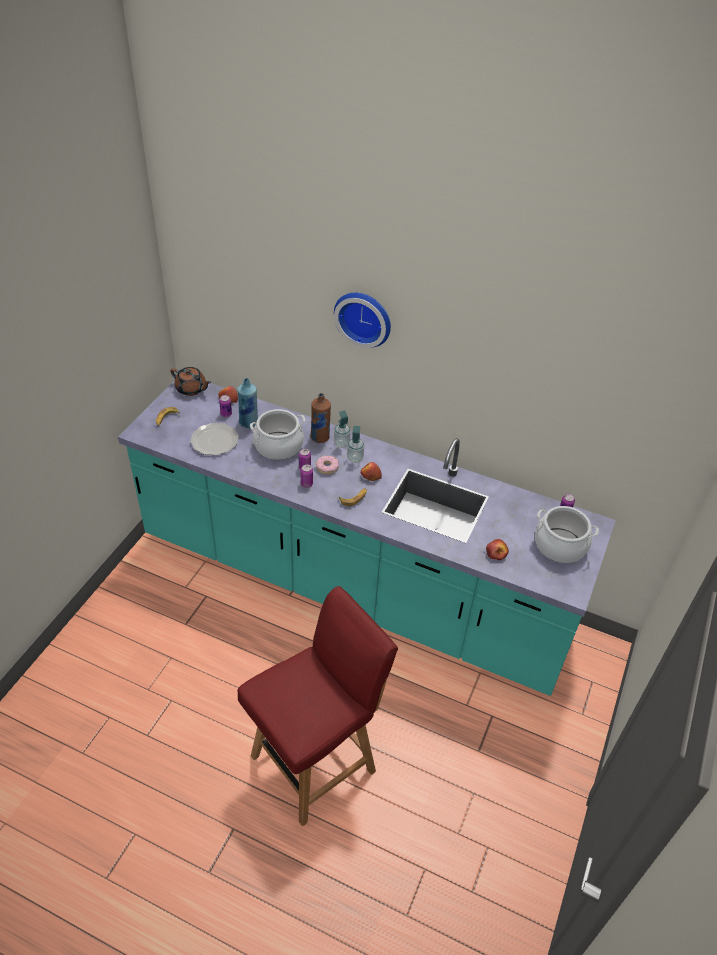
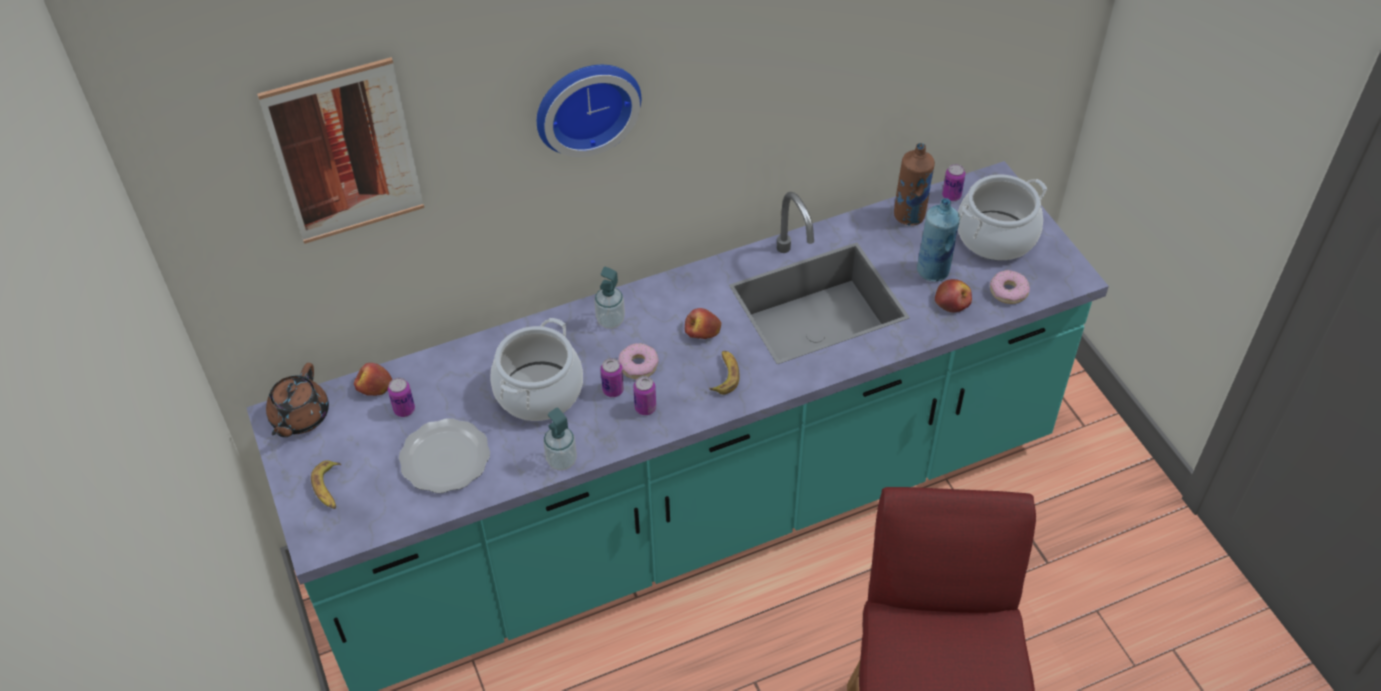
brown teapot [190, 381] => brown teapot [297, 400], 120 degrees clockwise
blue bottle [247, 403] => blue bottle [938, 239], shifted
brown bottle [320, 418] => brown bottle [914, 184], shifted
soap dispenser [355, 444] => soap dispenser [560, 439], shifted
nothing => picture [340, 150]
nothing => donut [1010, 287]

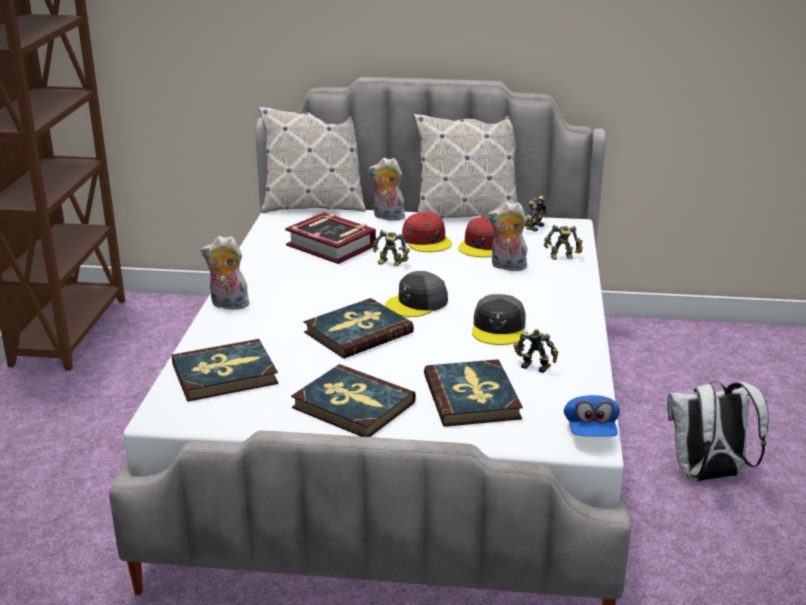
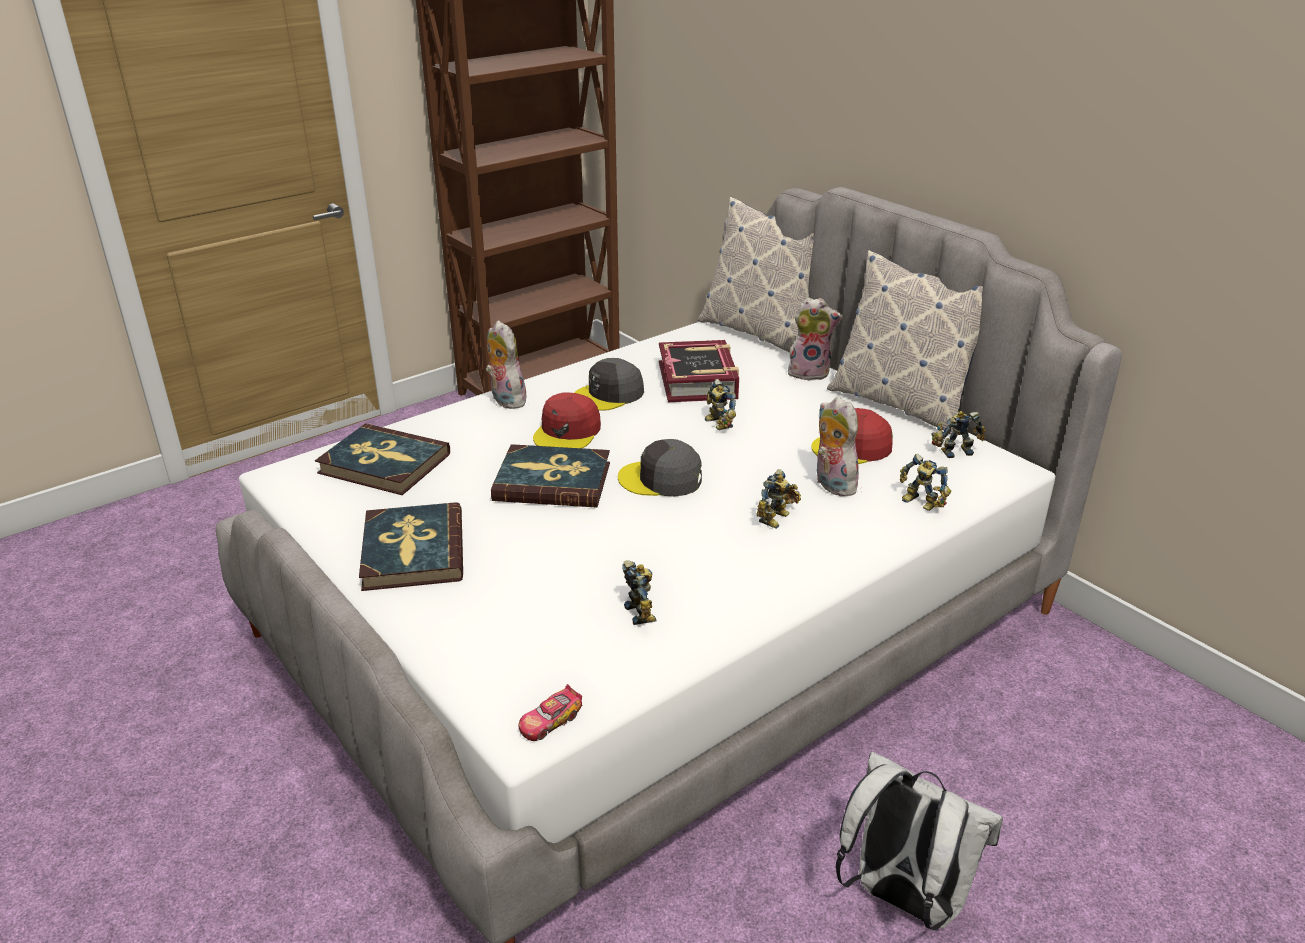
plush toy [386, 189] => plush toy [815, 339], 120 degrees clockwise
red cap [427, 232] => red cap [567, 420], shifted
grey cap [499, 319] => grey cap [609, 384], shifted
book [473, 393] => nothing
blue cap [592, 416] => toy car [550, 712]
nothing => toy robot [779, 499]

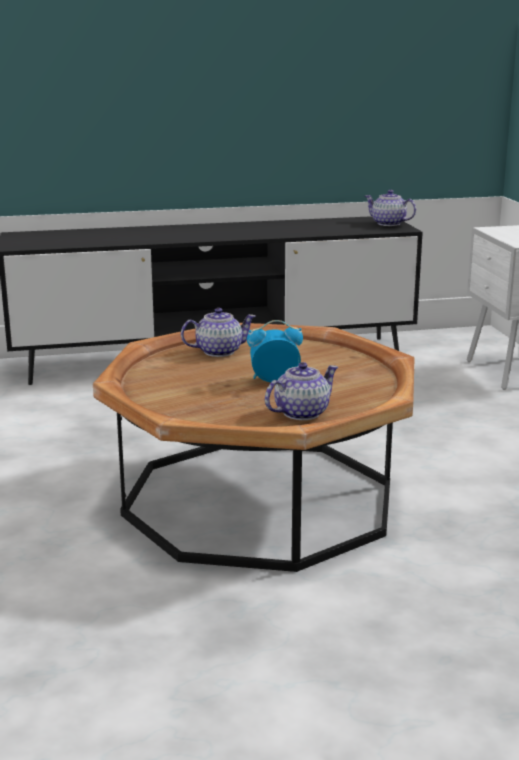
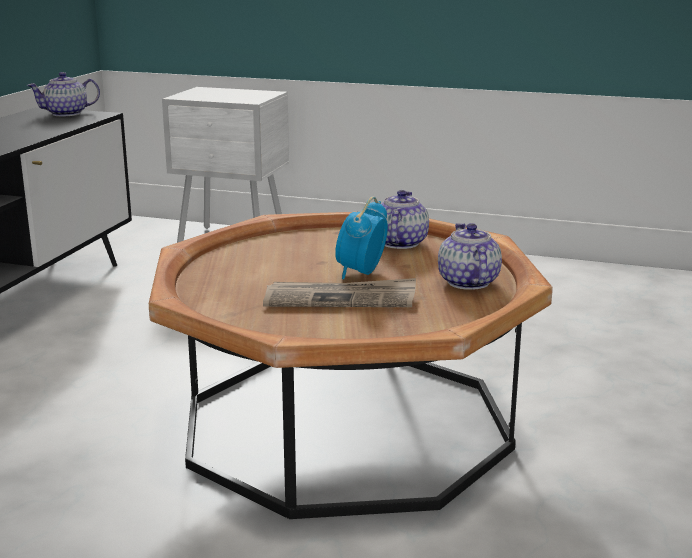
teapot [218, 332] => teapot [405, 219], shifted
nothing => newspaper [339, 292]

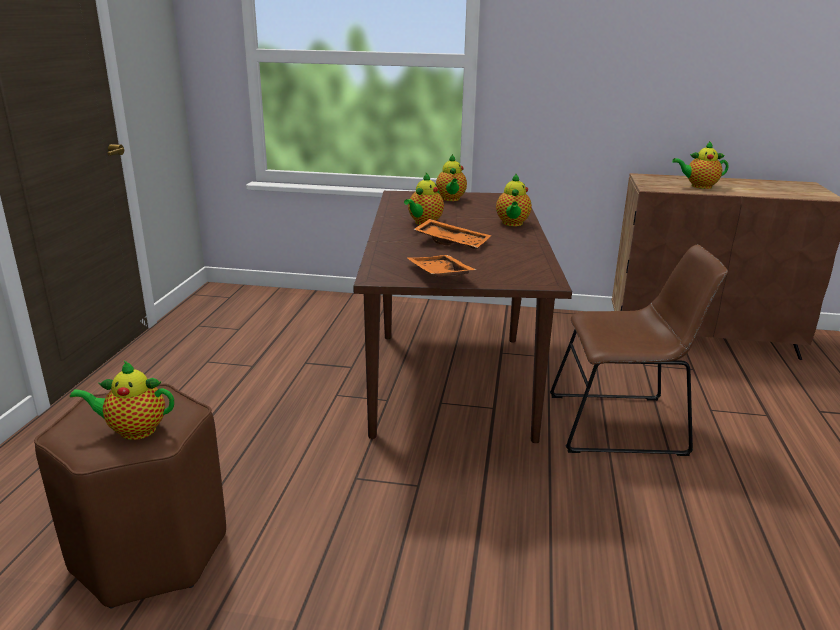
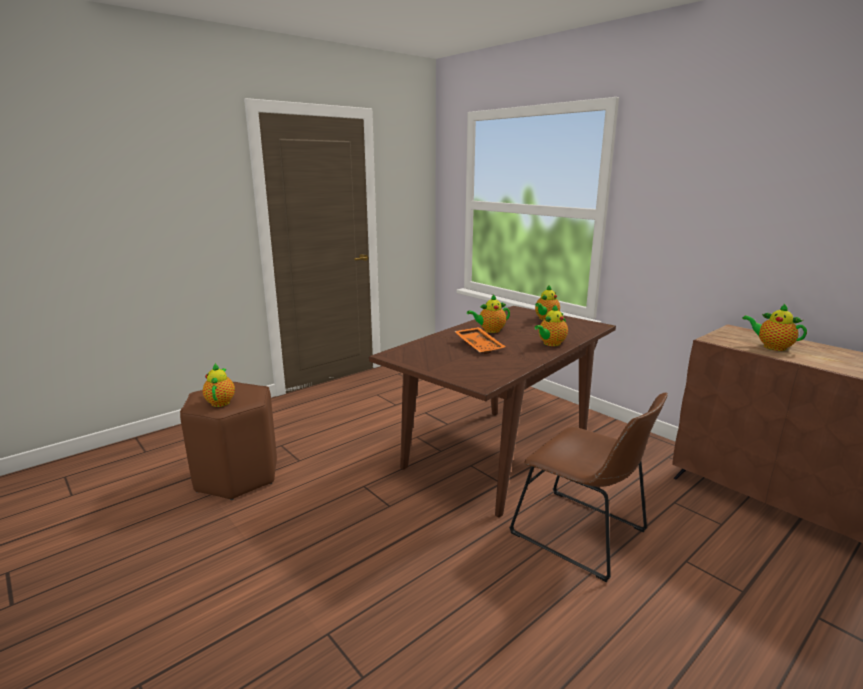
orange tray [441, 266] => nothing
teapot [122, 400] => teapot [219, 385], 45 degrees clockwise

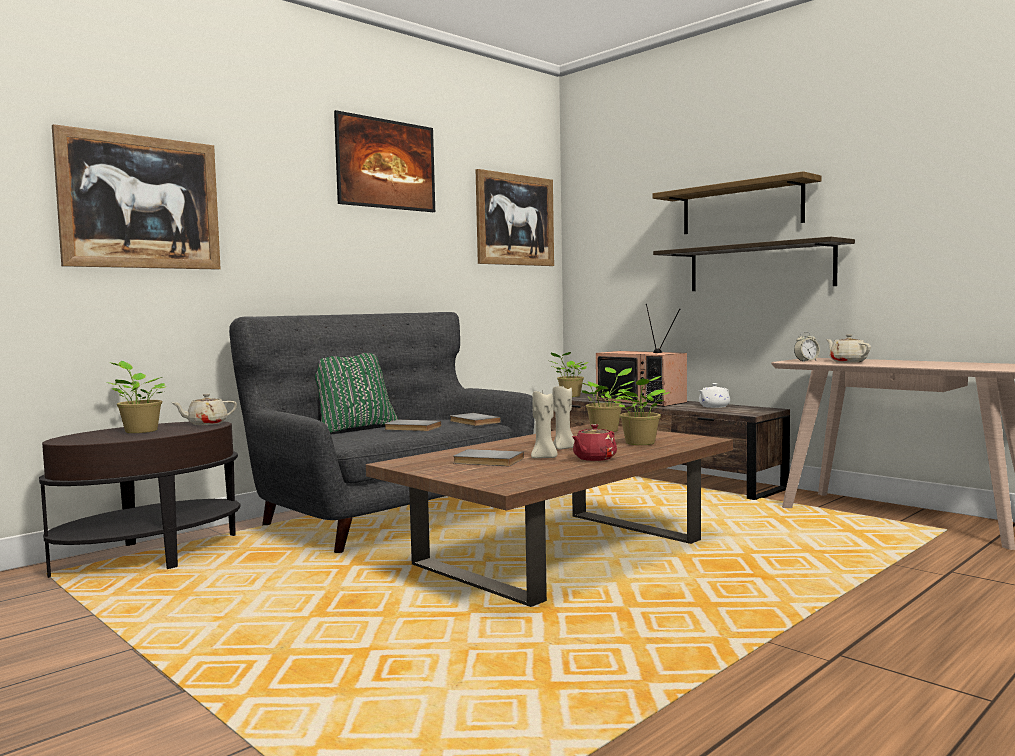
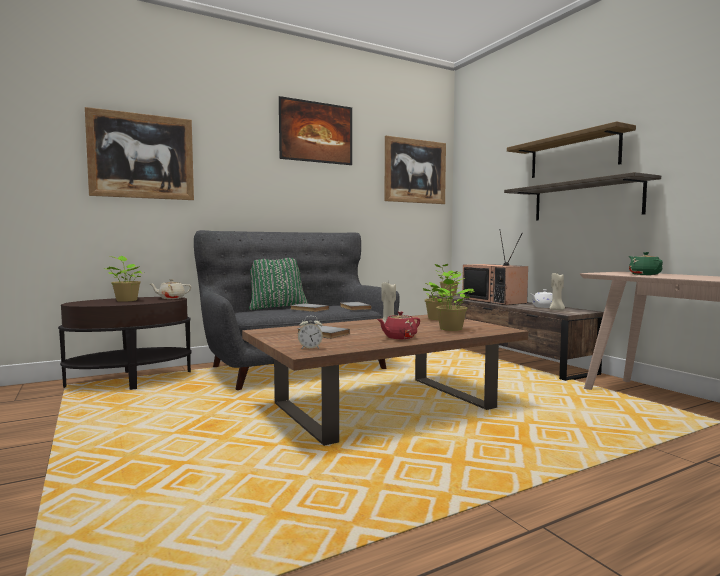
alarm clock [807, 346] => alarm clock [310, 332], shifted
beige teapot [848, 348] => green teapot [646, 263]
beige candle [544, 424] => beige candle [557, 291], shifted

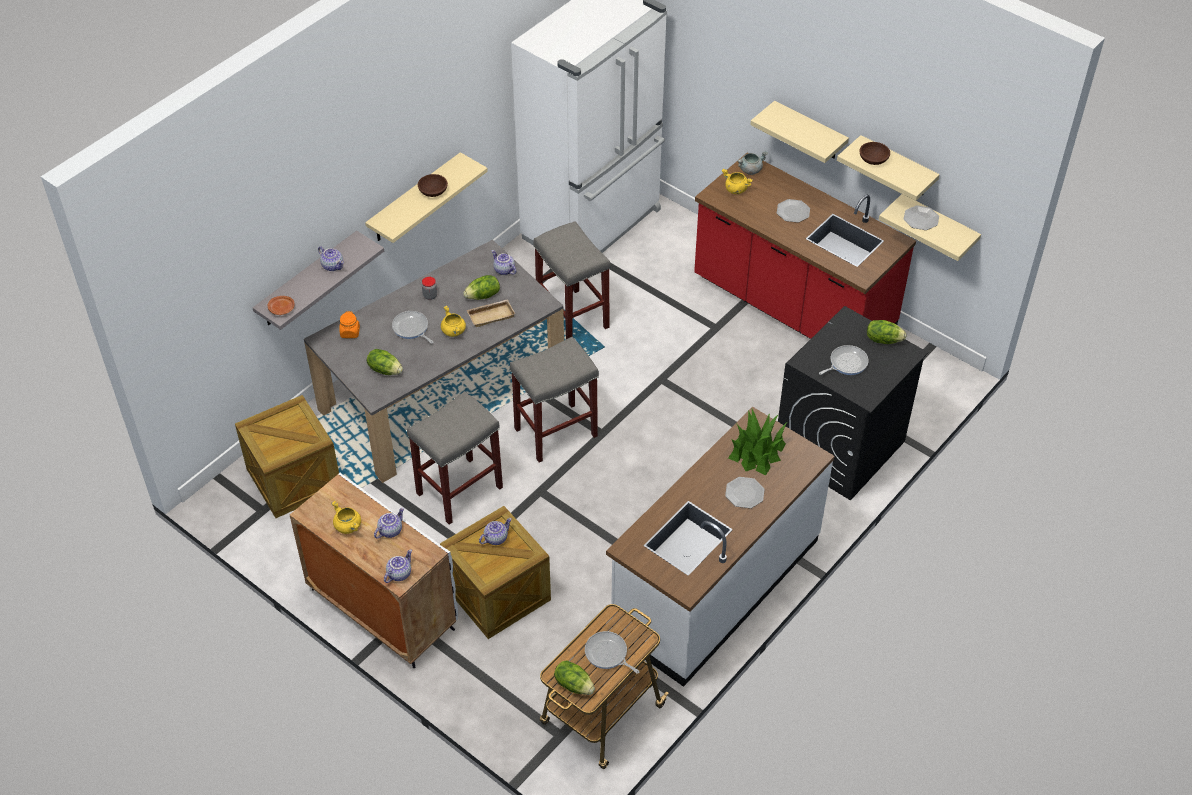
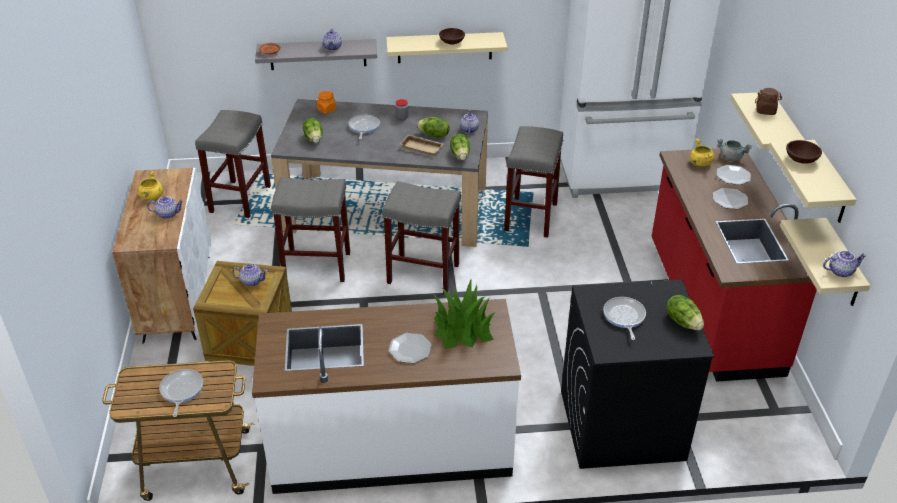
plate [921, 217] => plate [733, 175], shifted
yellow cooking pot [453, 321] => nothing
frying pan [843, 360] => frying pan [624, 318], 105 degrees counterclockwise
crate [287, 456] => grey stool [233, 164]
teapot [398, 566] => teapot [845, 263], shifted
lettuce [574, 677] => lettuce [460, 147], shifted
nothing => brown jar [768, 101]

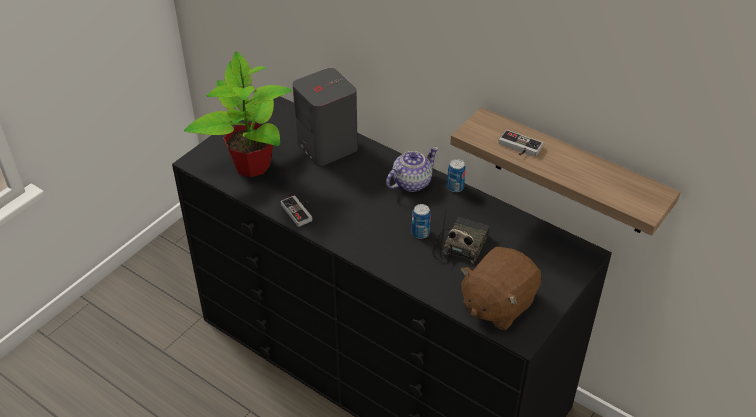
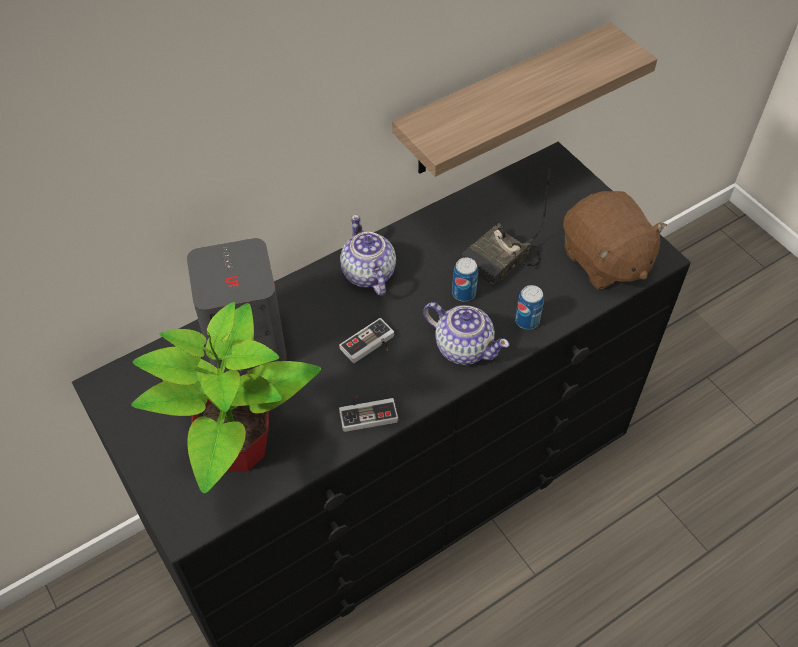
game controller [521, 143] => game controller [366, 340], shifted
can [456, 175] => can [529, 307], shifted
radio [461, 235] => radio [506, 226], 90 degrees counterclockwise
nothing => teapot [466, 333]

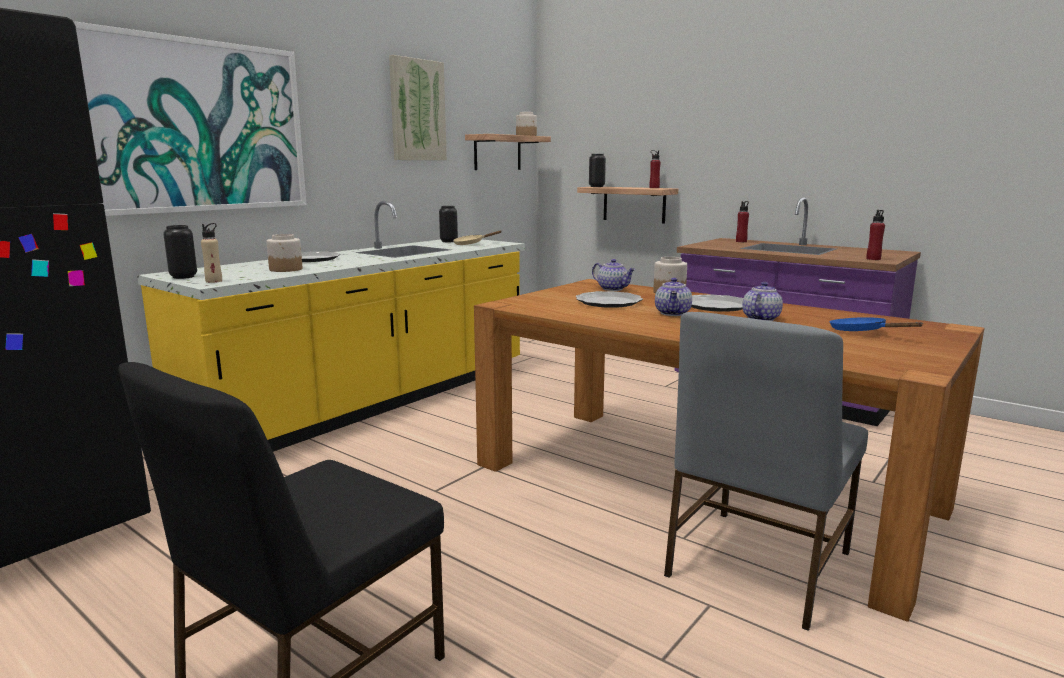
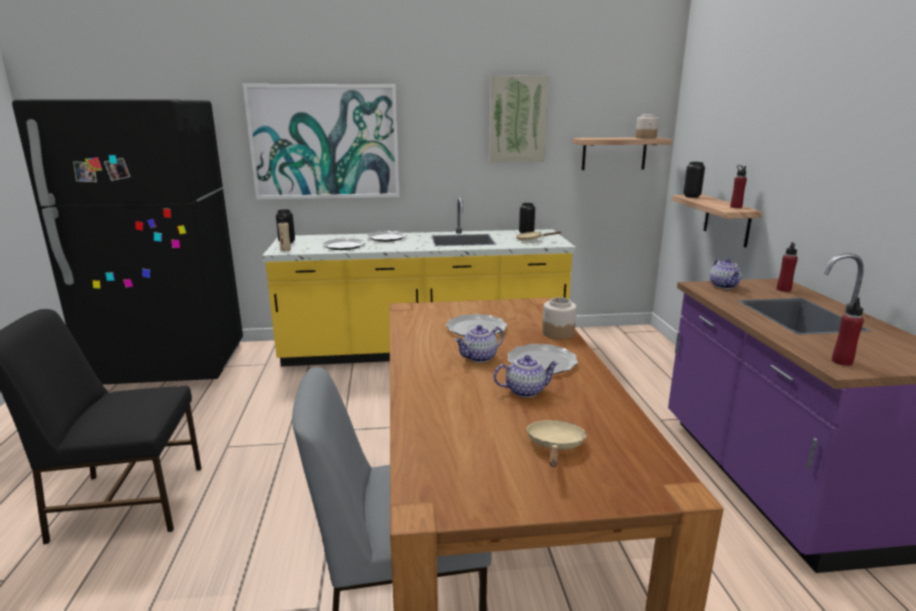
jar [284, 253] => plate [344, 244]
teapot [614, 275] => teapot [726, 274], shifted
blue frying pan [877, 324] => beige frying pan [556, 443]

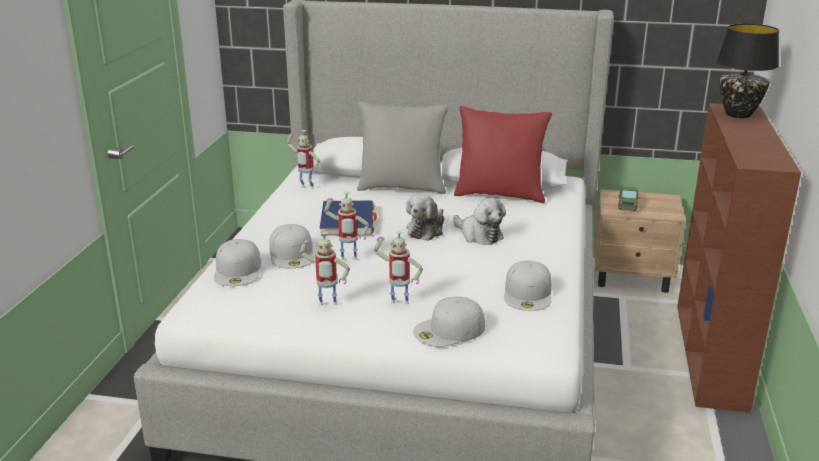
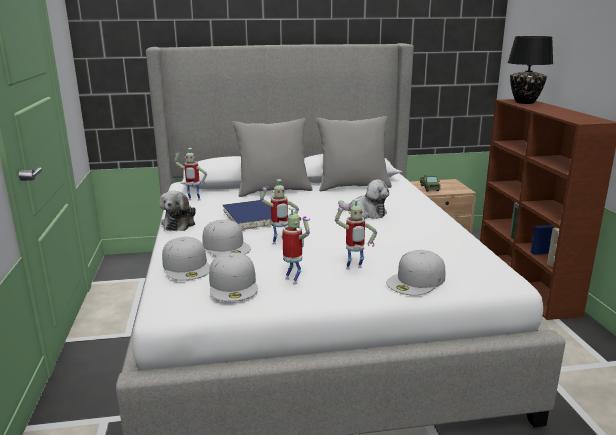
red pillow [503, 154] => grey pillow [354, 153]
plush toy [425, 217] => plush toy [178, 211], shifted
toy robot [325, 268] => toy robot [296, 246], 105 degrees counterclockwise
white cap [528, 286] => white cap [233, 276], shifted

